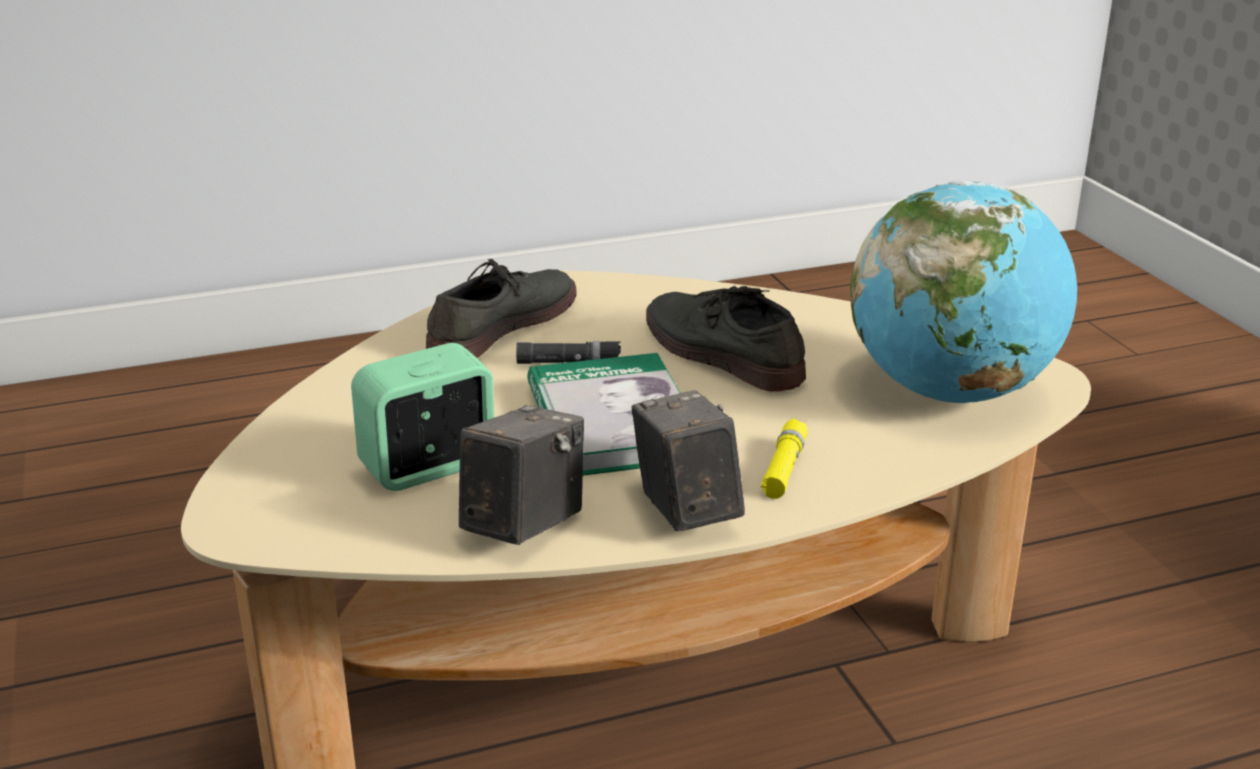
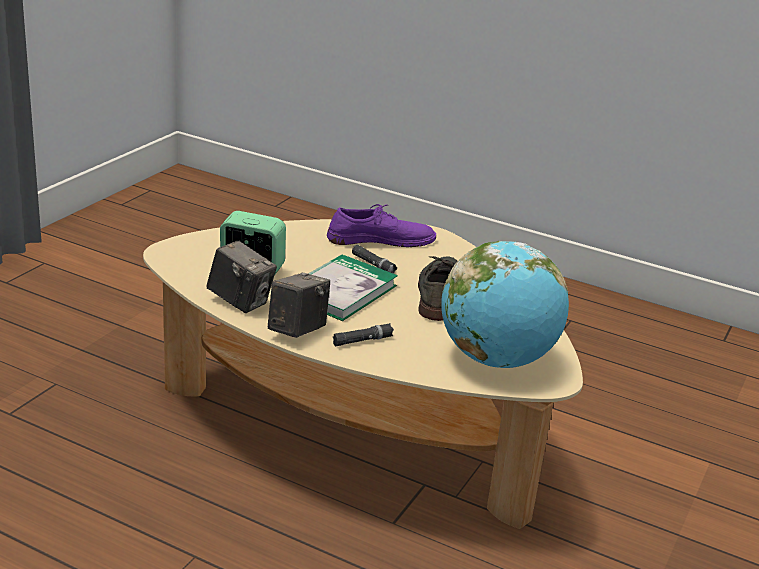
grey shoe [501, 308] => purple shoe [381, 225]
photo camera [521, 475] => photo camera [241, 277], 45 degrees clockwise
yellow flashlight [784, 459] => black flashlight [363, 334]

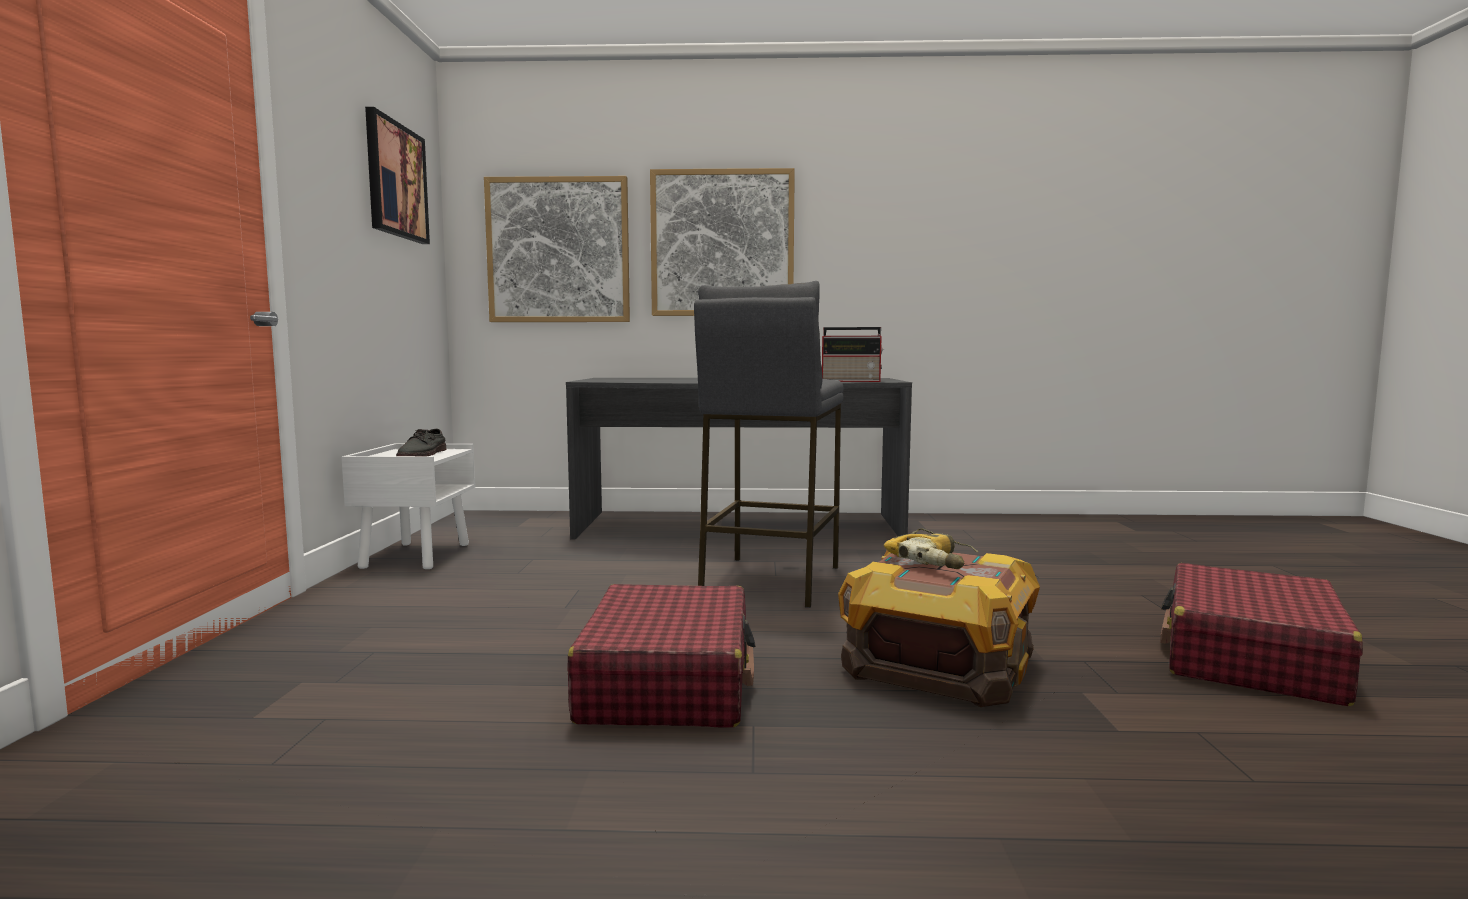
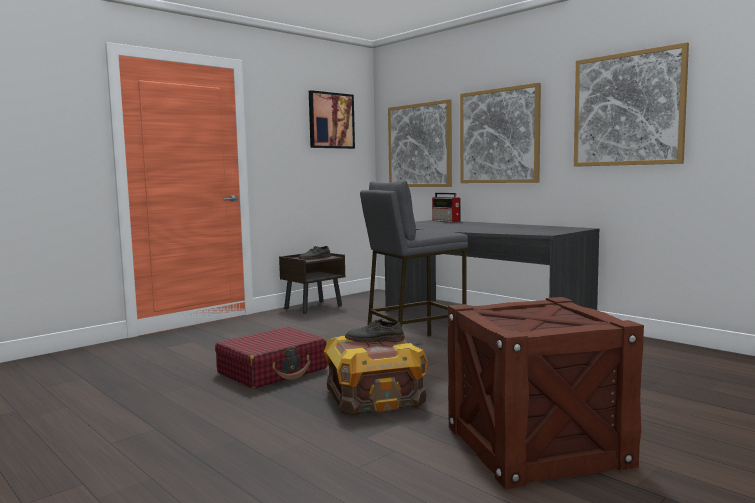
radio [853, 354] => radio [446, 207], shifted
white nightstand [408, 506] => brown nightstand [312, 283]
power drill [931, 548] => grey shoe [375, 331]
red suitcase [1261, 634] => crate [546, 393]
nothing => picture [631, 104]

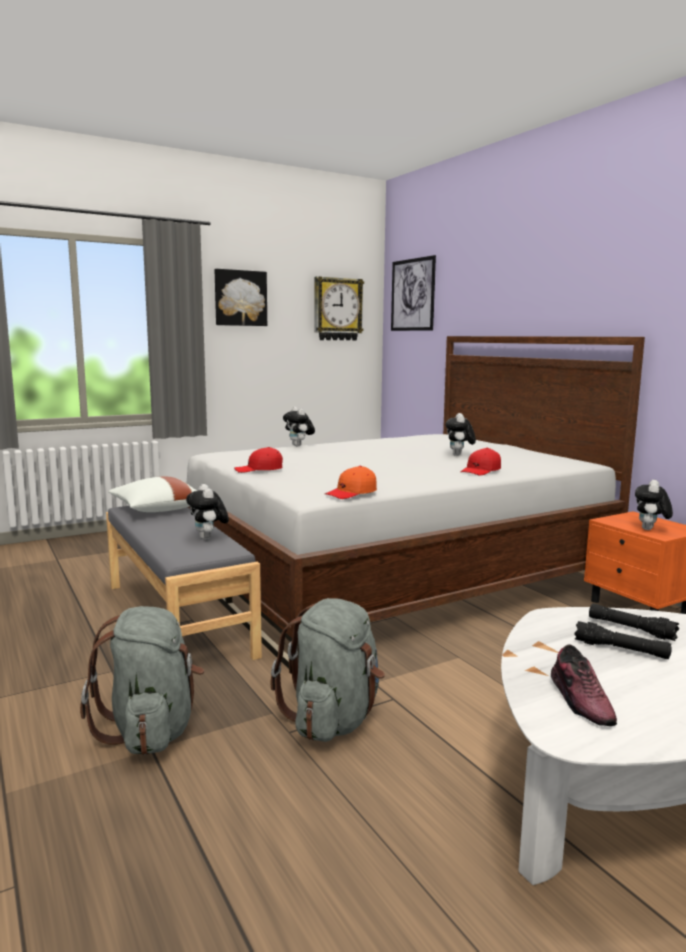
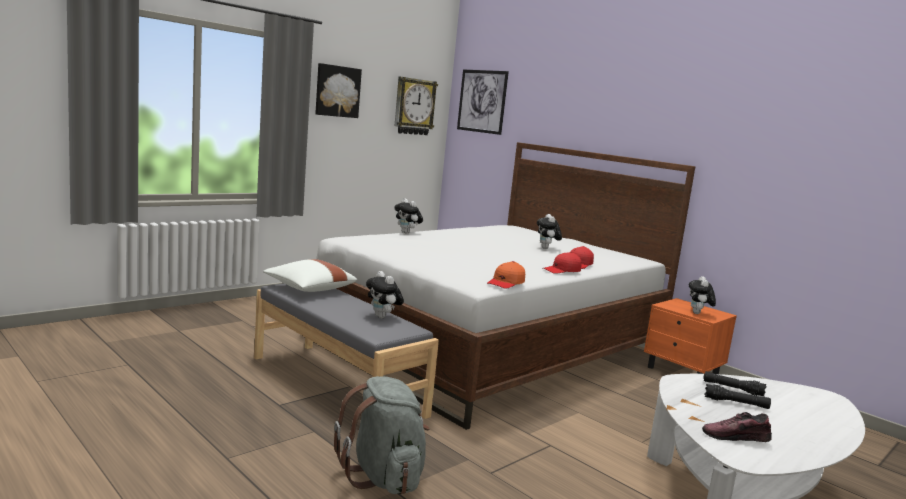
red cap [258, 460] => red cap [562, 263], shifted
grey backpack [327, 670] => nothing
shoe [584, 685] => shoe [737, 427], 120 degrees clockwise

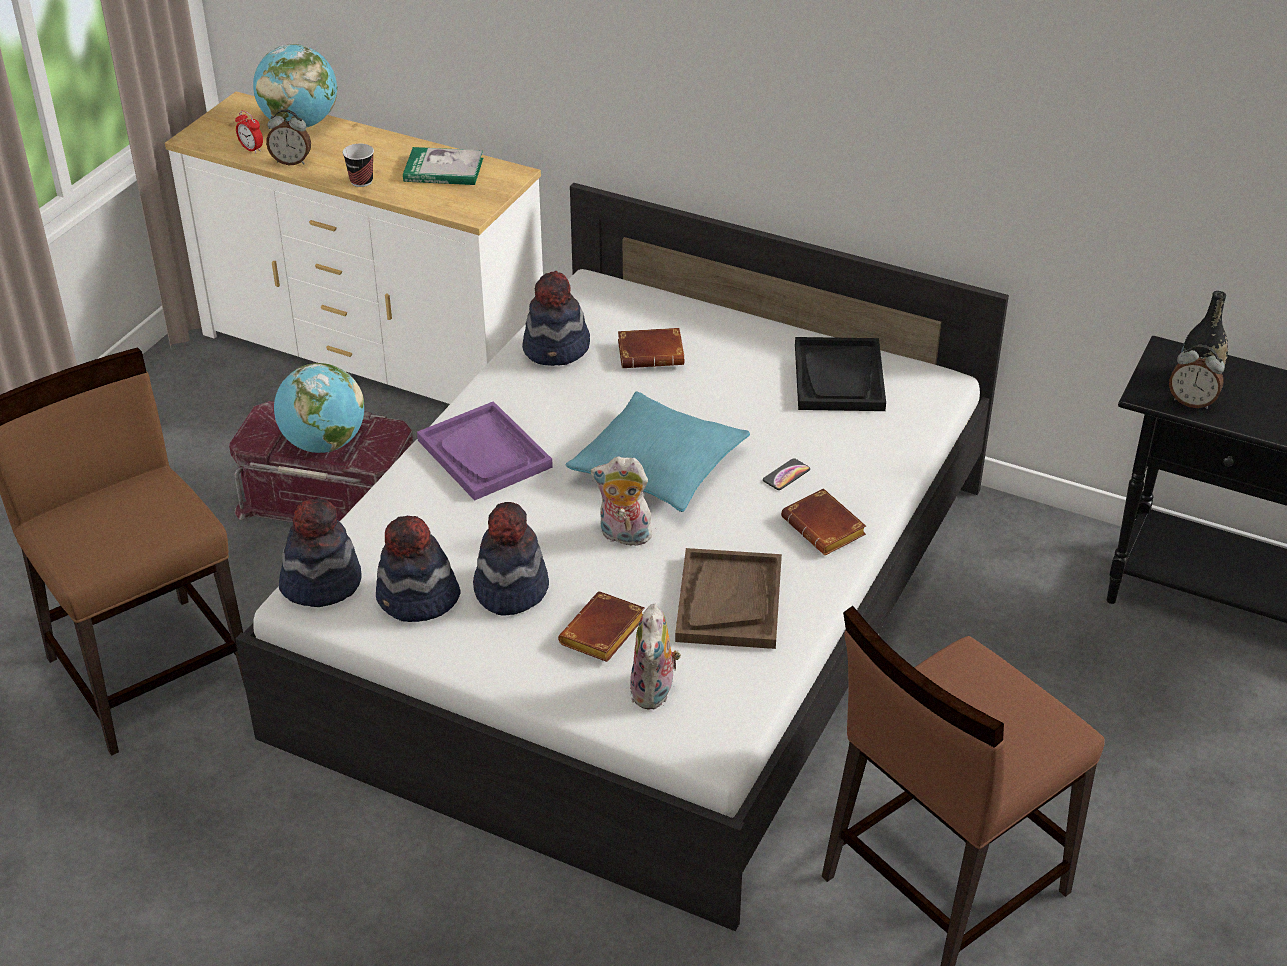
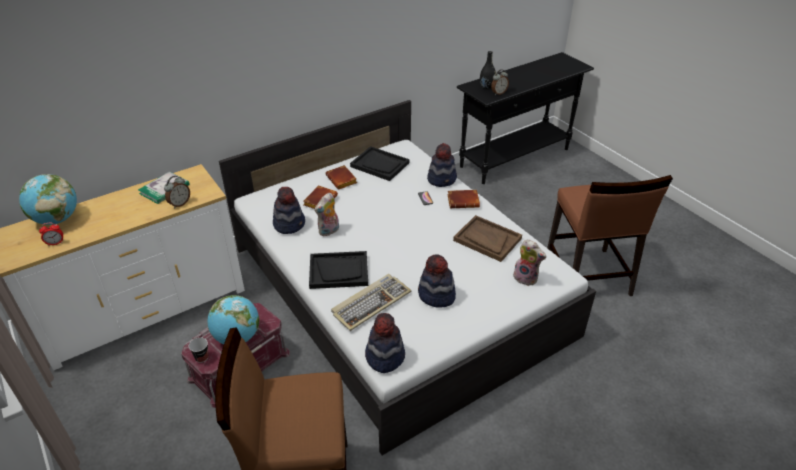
alarm clock [288, 137] => alarm clock [177, 192], shifted
cup [358, 165] => cup [199, 350], shifted
turquoise pillow [657, 452] => nothing
purple tray [485, 451] => black tray [338, 270]
plush toy [623, 502] => plush toy [326, 215], shifted
hat [418, 569] => hat [442, 165], shifted
brown book [601, 626] => brown book [341, 177], shifted
nothing => keyboard [371, 302]

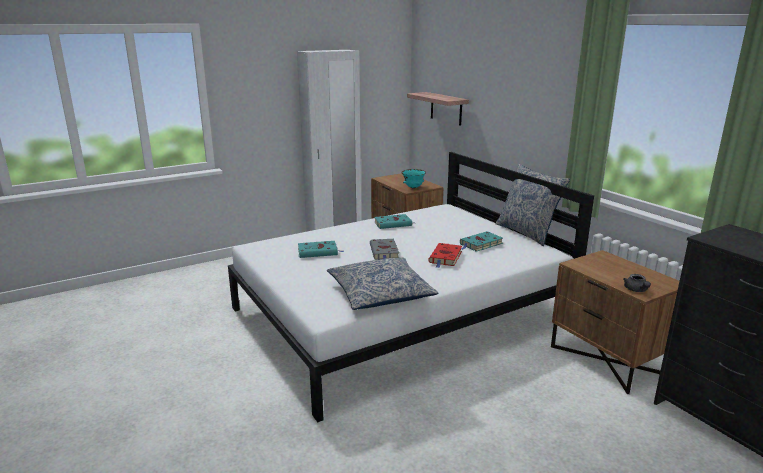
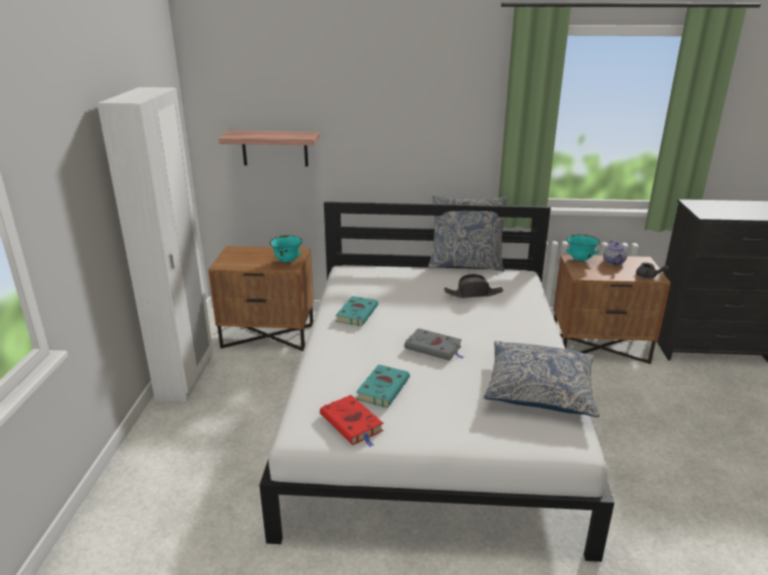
turquoise book [481, 241] => black hat [473, 286]
red book [445, 255] => red book [352, 421], shifted
nothing => turquoise bowl [582, 247]
nothing => teapot [615, 252]

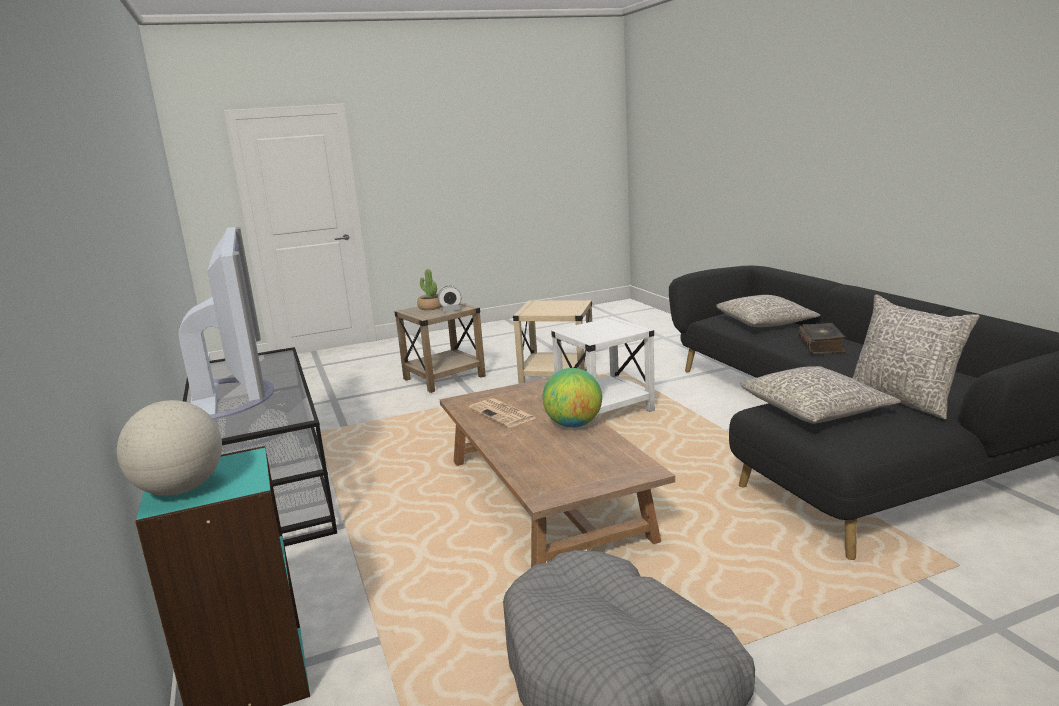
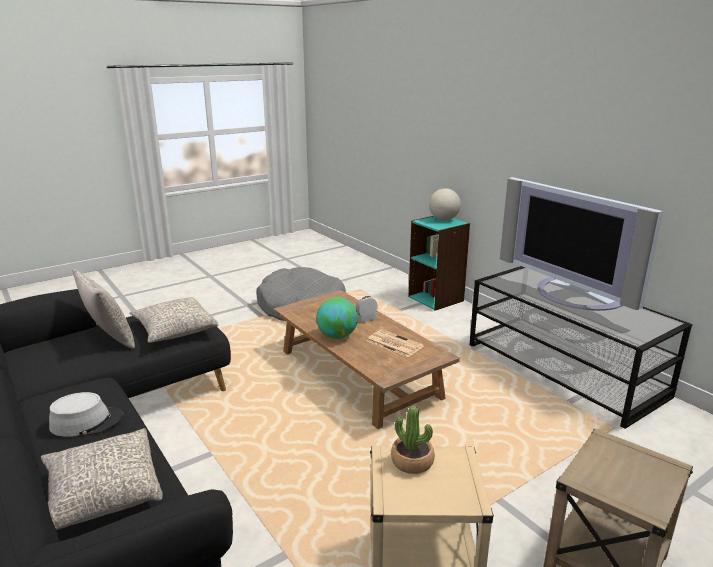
potted plant [429, 289] => potted plant [413, 440], shifted
alarm clock [449, 299] => alarm clock [367, 309], shifted
white side table [603, 367] => nothing
book [822, 338] => grey hat [86, 414]

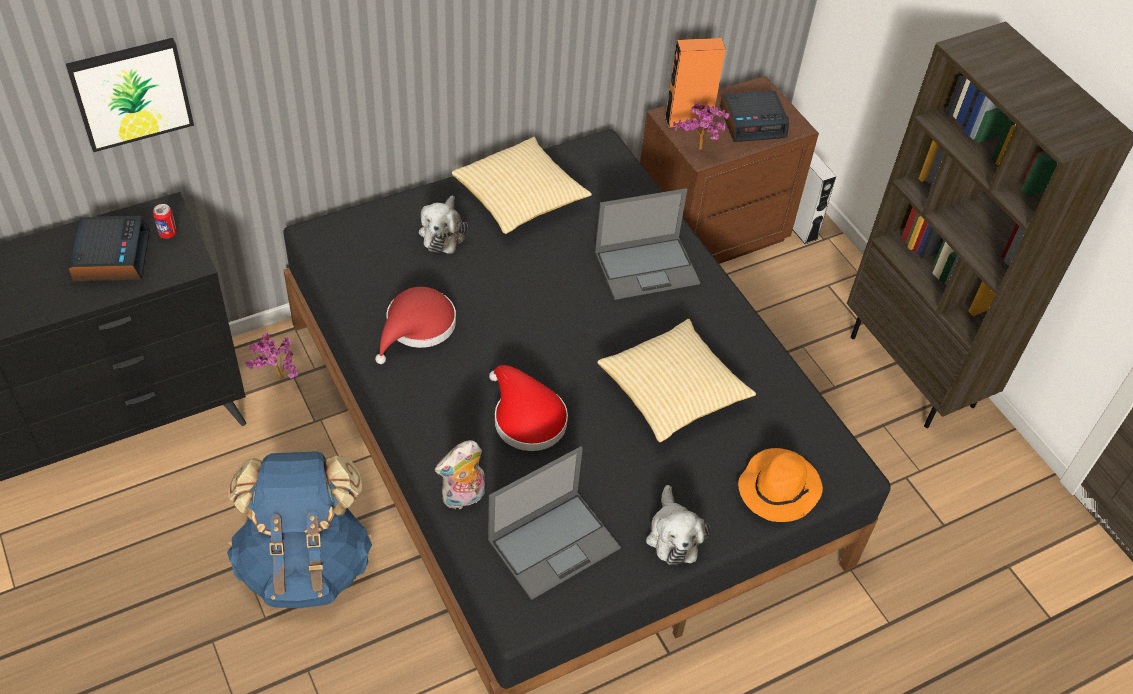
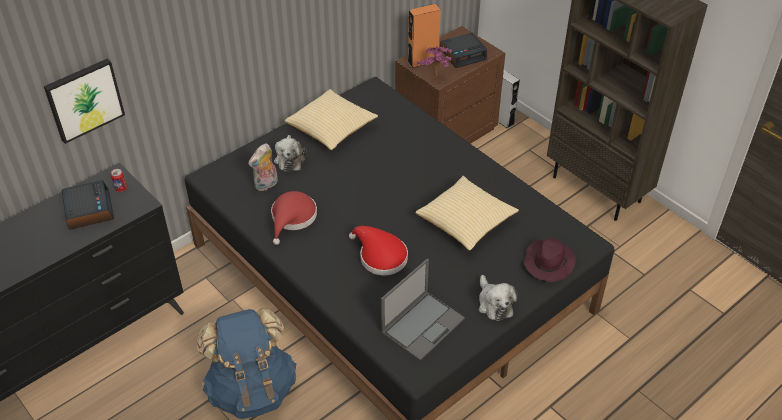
laptop [647, 244] => nothing
potted plant [271, 355] => nothing
plush toy [460, 474] => plush toy [263, 167], shifted
orange hat [780, 485] => purple hat [550, 260]

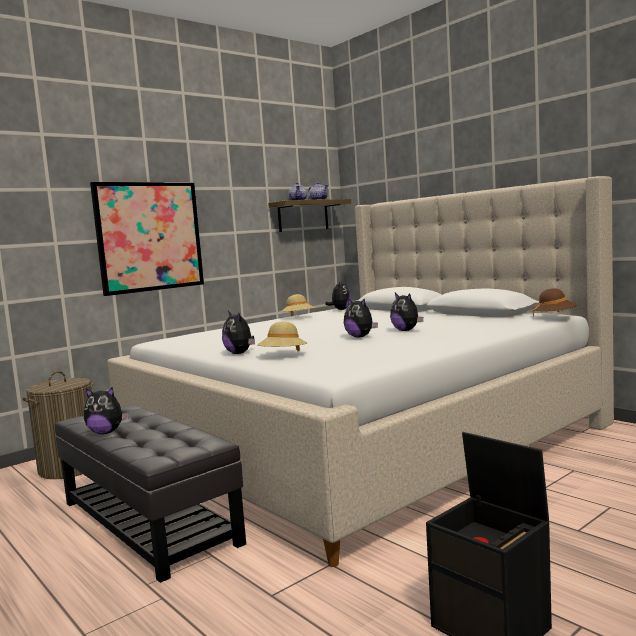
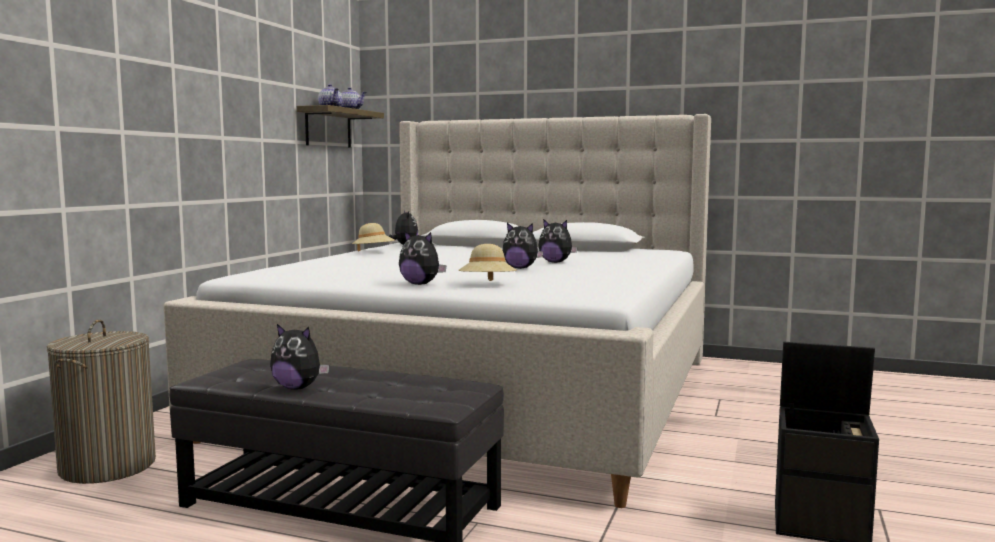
picture [147, 239] => nothing
brown hat [555, 302] => nothing
plush toy [106, 411] => plush toy [299, 357], 45 degrees clockwise

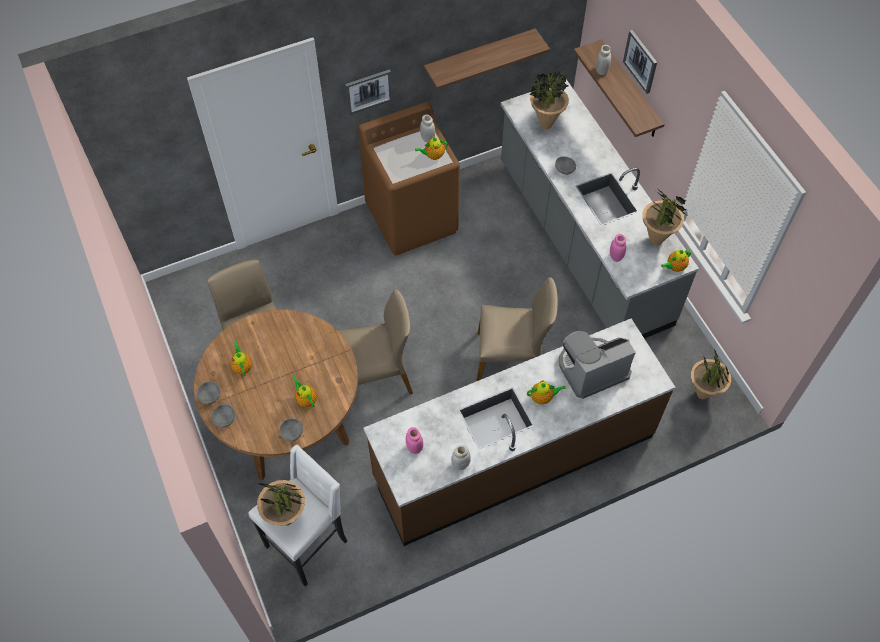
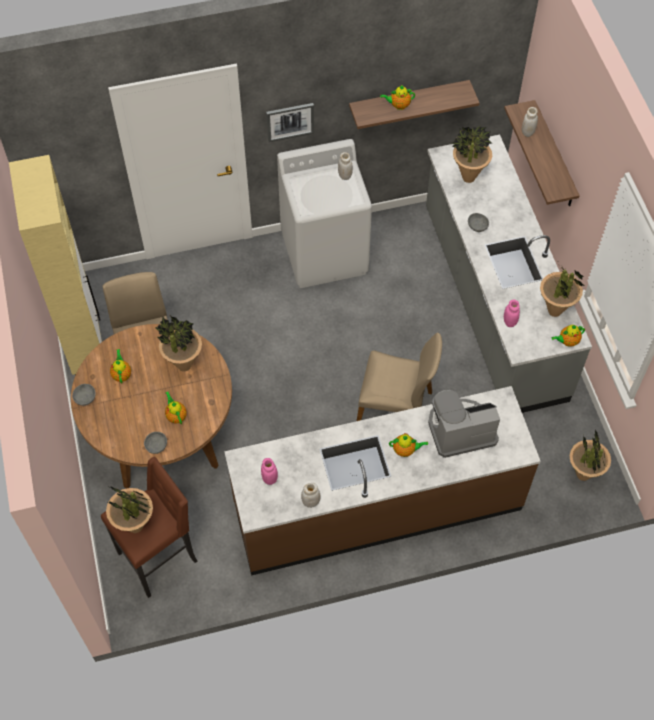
picture [640, 62] => nothing
brown washing machine [409, 179] => white washing machine [324, 213]
teapot [431, 148] => teapot [397, 97], shifted
beige chair [375, 341] => nothing
grey bowl [223, 416] => nothing
white stool [297, 515] => brown stool [149, 527]
nothing => beige cabinet [55, 265]
nothing => potted plant [178, 343]

